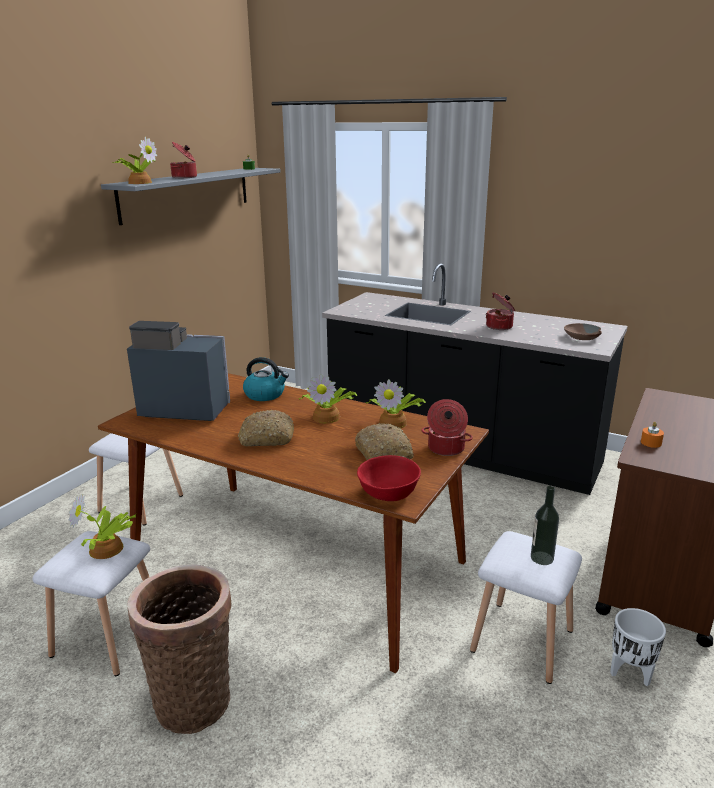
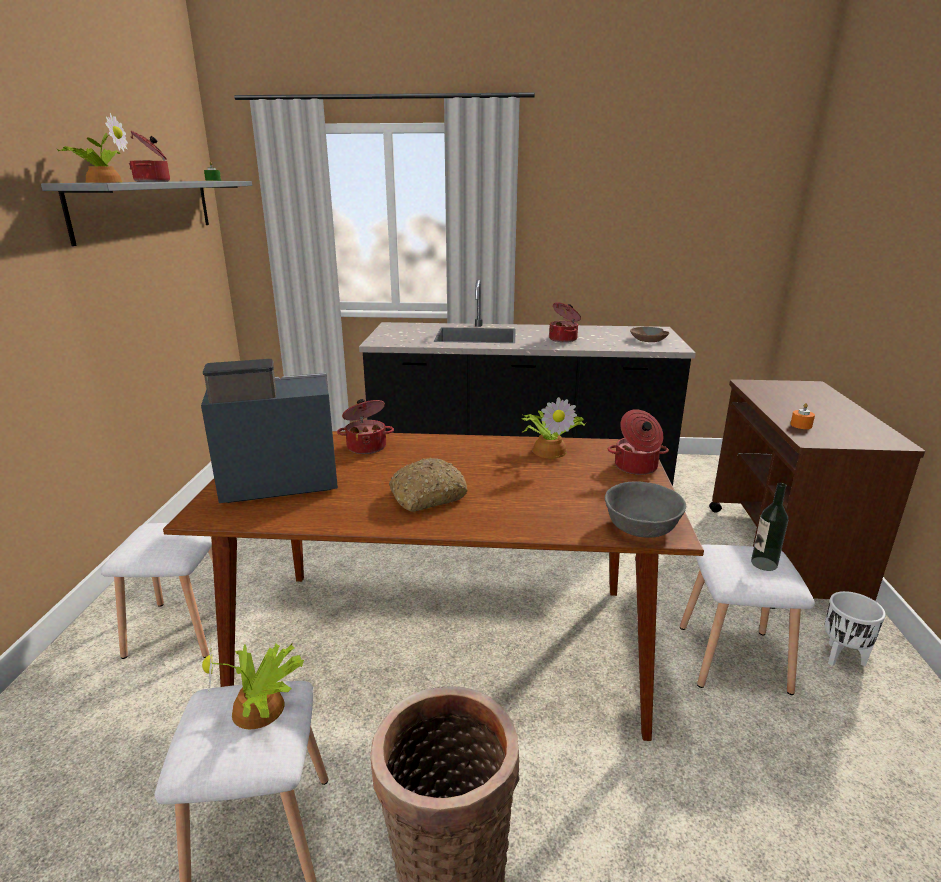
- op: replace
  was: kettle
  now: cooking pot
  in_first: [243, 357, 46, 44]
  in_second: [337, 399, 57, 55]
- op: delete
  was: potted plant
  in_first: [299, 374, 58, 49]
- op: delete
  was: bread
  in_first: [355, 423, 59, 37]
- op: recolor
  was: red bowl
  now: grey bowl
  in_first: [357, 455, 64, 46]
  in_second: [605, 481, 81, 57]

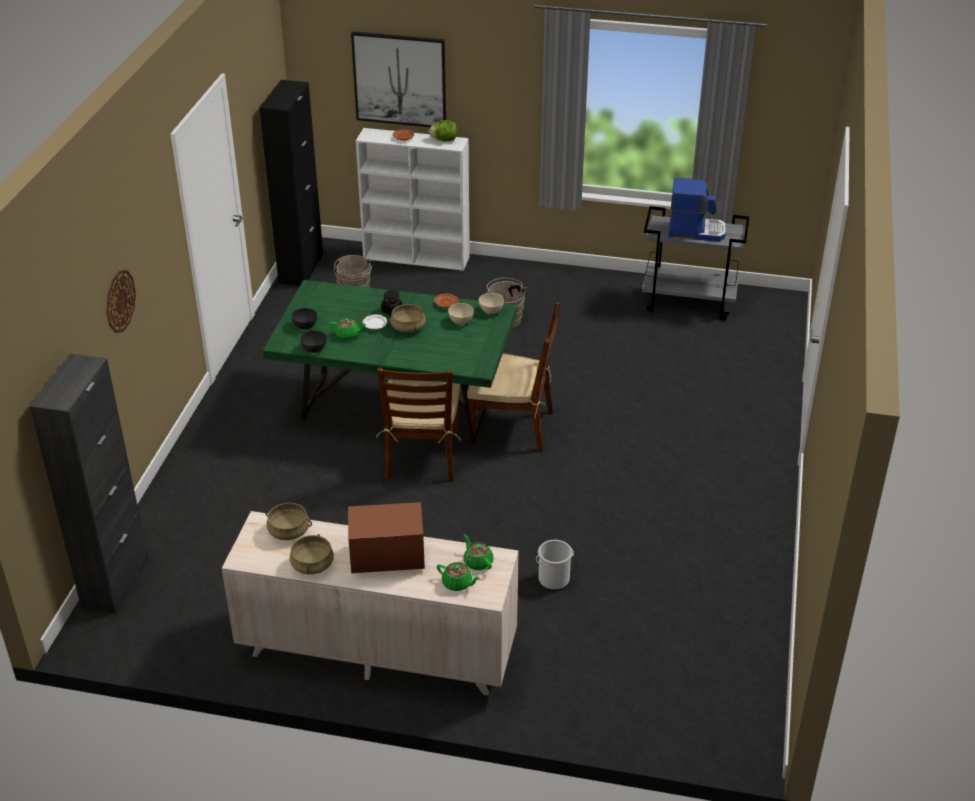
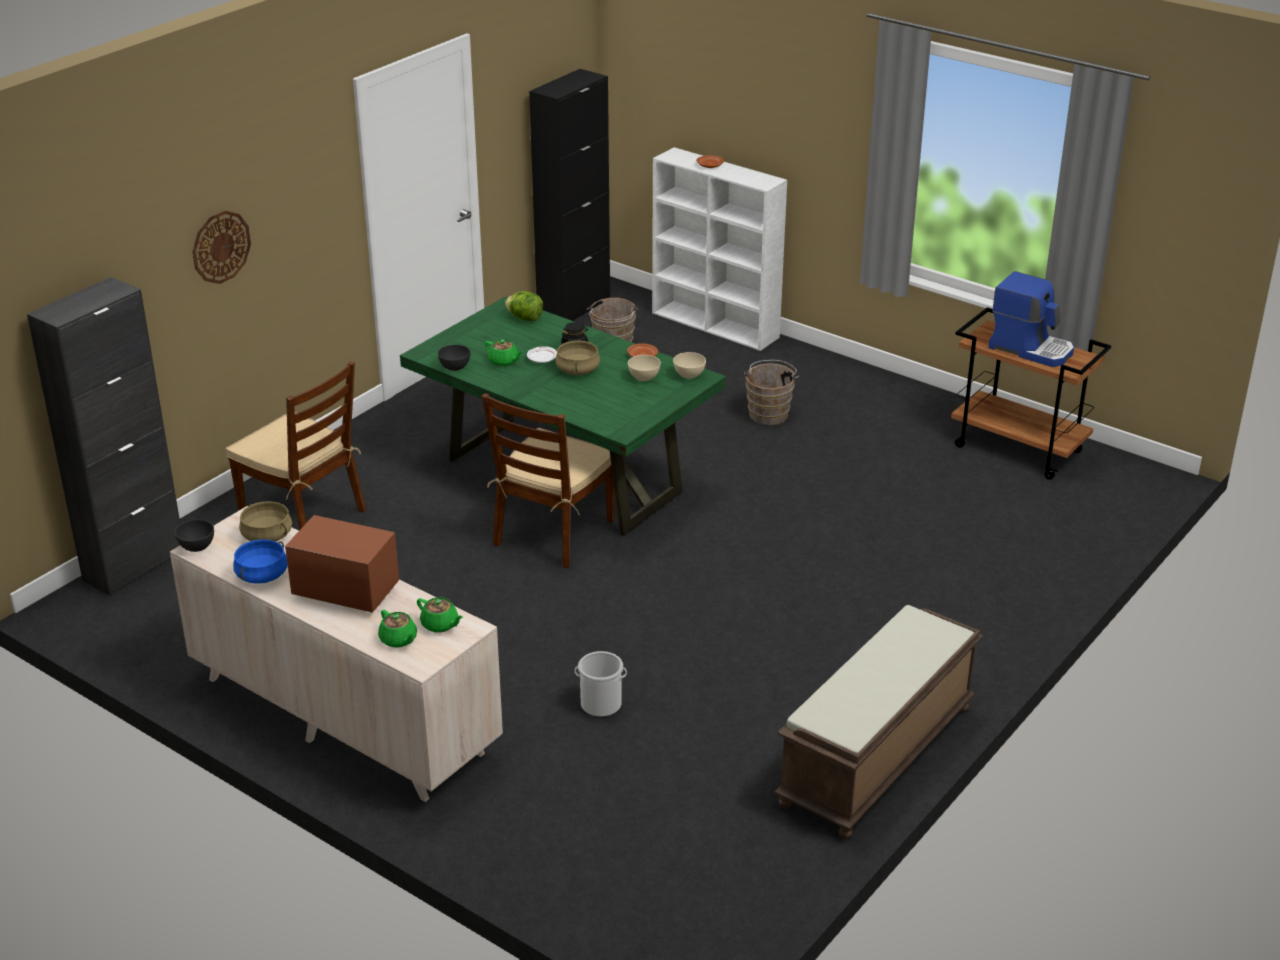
- op: delete
  was: picture
  in_first: [351, 31, 95, 96]
- op: move
  was: lettuce
  in_first: [429, 120, 28, 21]
  in_second: [505, 291, 38, 30]
- op: recolor
  was: grey cart
  now: brown cart
  in_first: [642, 206, 107, 114]
  in_second: [951, 307, 160, 173]
- op: move
  was: brown chair
  in_first: [467, 302, 93, 149]
  in_second: [226, 361, 140, 169]
- op: move
  was: grey bowl
  in_first: [291, 308, 26, 22]
  in_second: [175, 520, 39, 32]
- op: recolor
  was: beige cooking pot
  now: blue cooking pot
  in_first: [290, 534, 44, 41]
  in_second: [233, 539, 55, 45]
- op: rotate
  was: green teapot
  in_first: [464, 535, 29, 35]
  in_second: [417, 597, 46, 36]
  clockwise: 135
- op: insert
  now: brown bench
  in_second: [774, 605, 208, 234]

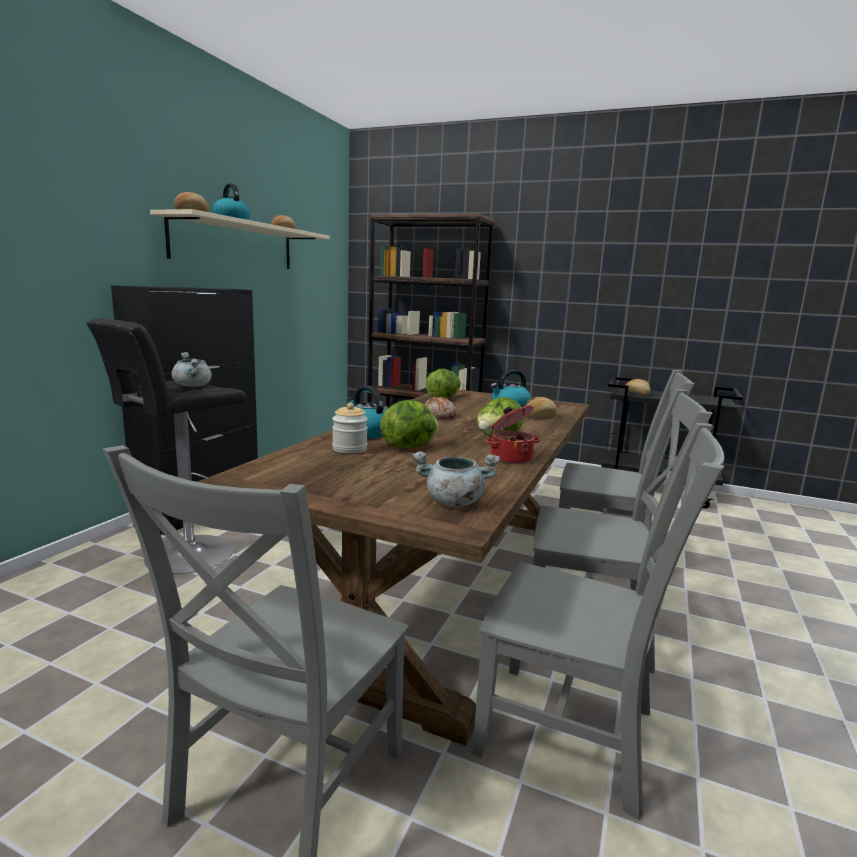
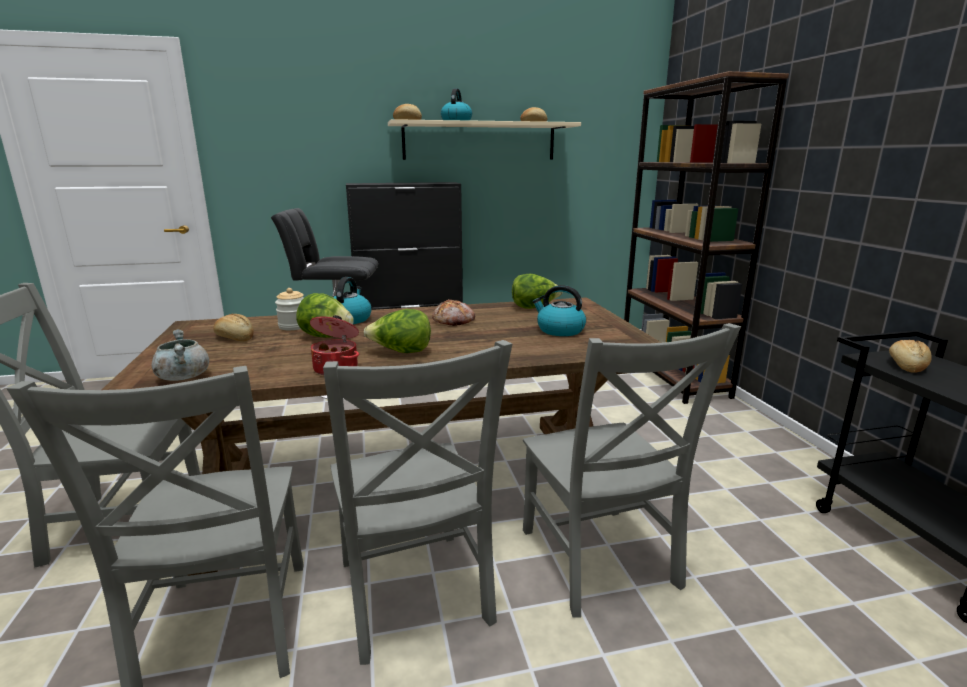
- op: delete
  was: grey cooking pot
  in_first: [172, 352, 40, 35]
- op: move
  was: bread
  in_first: [525, 397, 32, 20]
  in_second: [213, 314, 41, 28]

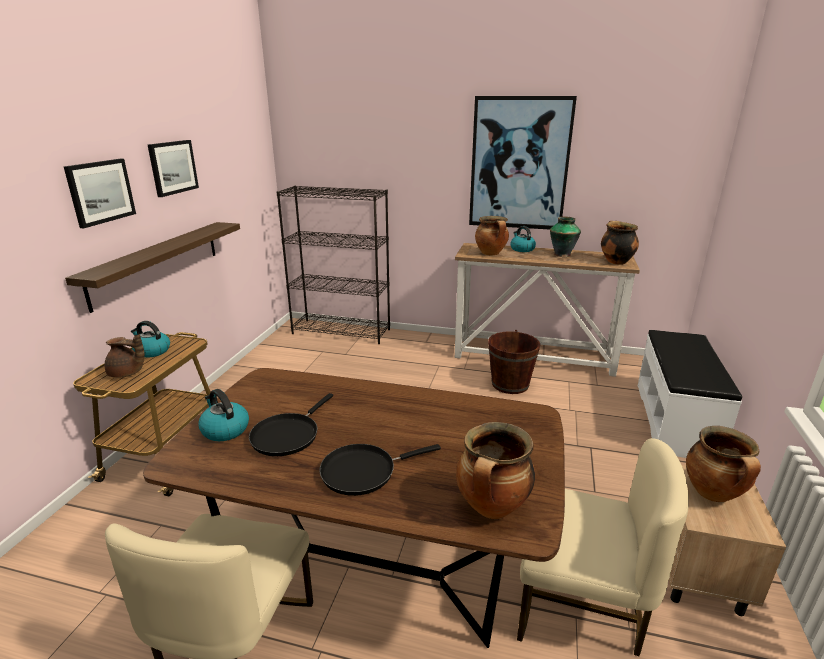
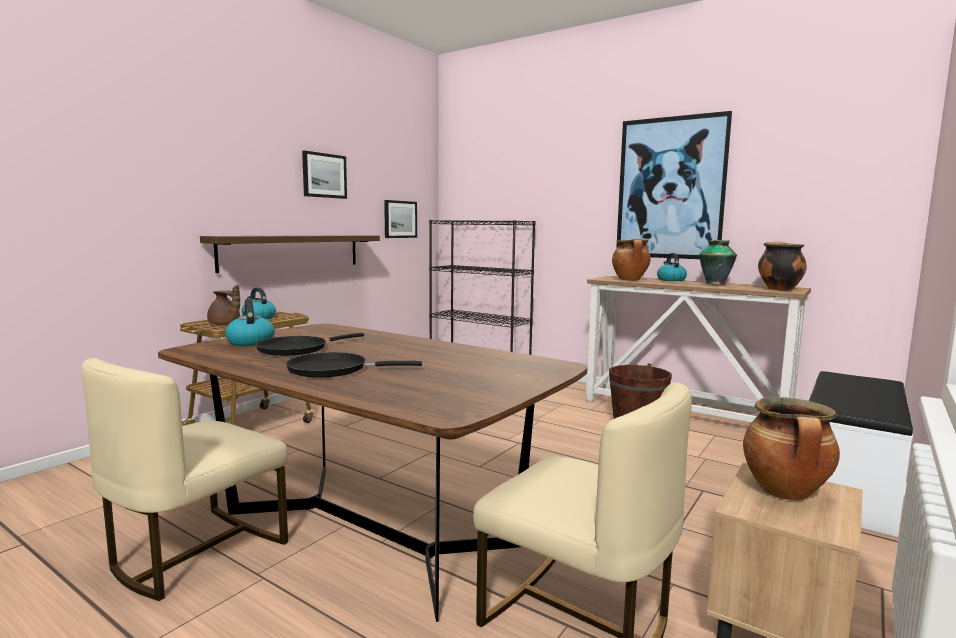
- op: move
  was: picture
  in_first: [64, 159, 72, 69]
  in_second: [384, 200, 33, 38]
- op: delete
  was: cooking pot
  in_first: [456, 422, 79, 97]

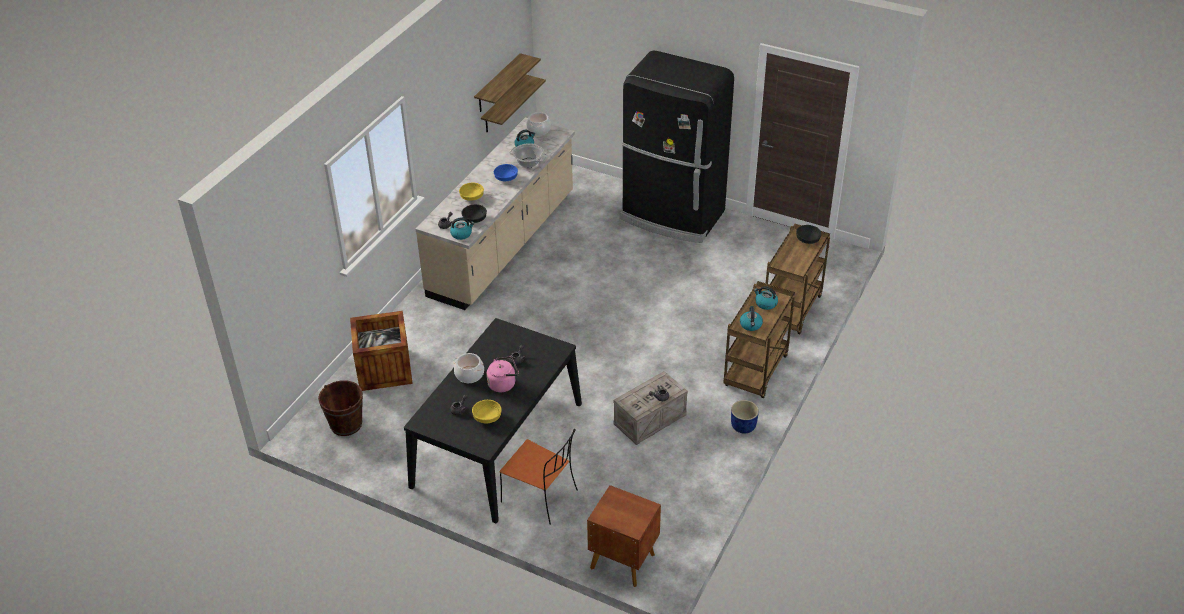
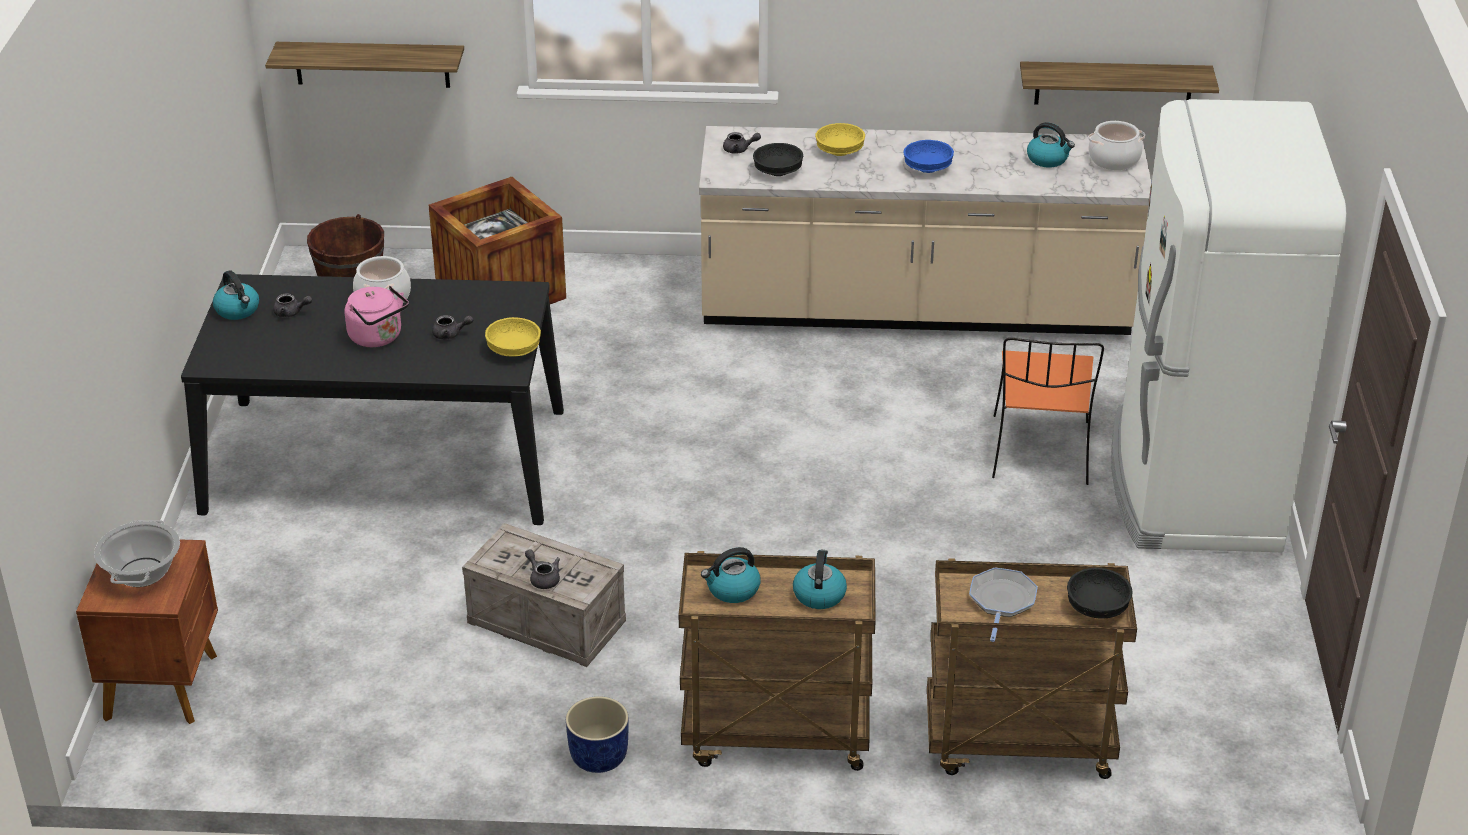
- op: recolor
  was: black fridge
  now: white fridge
  in_first: [620, 51, 114, 192]
  in_second: [1111, 99, 236, 453]
- op: move
  was: shelf
  in_first: [474, 53, 67, 59]
  in_second: [265, 42, 199, 46]
- op: move
  was: cooking pot
  in_first: [509, 143, 38, 25]
  in_second: [94, 520, 86, 67]
- op: move
  was: kettle
  in_first: [450, 218, 24, 22]
  in_second: [213, 270, 46, 50]
- op: move
  was: yellow bowl
  in_first: [472, 400, 30, 23]
  in_second: [485, 317, 56, 40]
- op: move
  was: orange chair
  in_first: [499, 429, 79, 96]
  in_second: [992, 338, 112, 147]
- op: insert
  now: frying pan
  in_second: [969, 568, 69, 74]

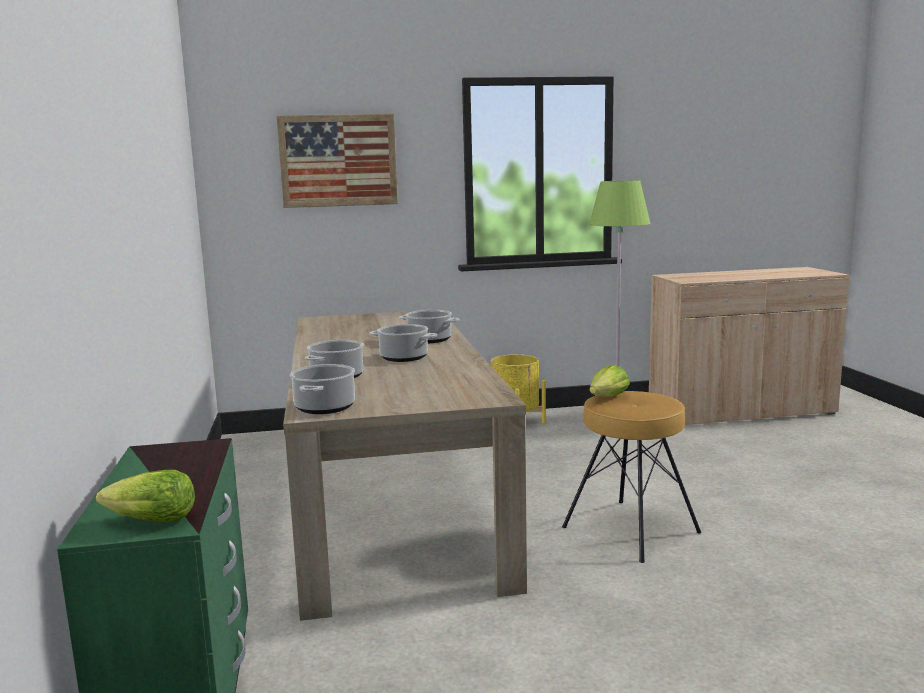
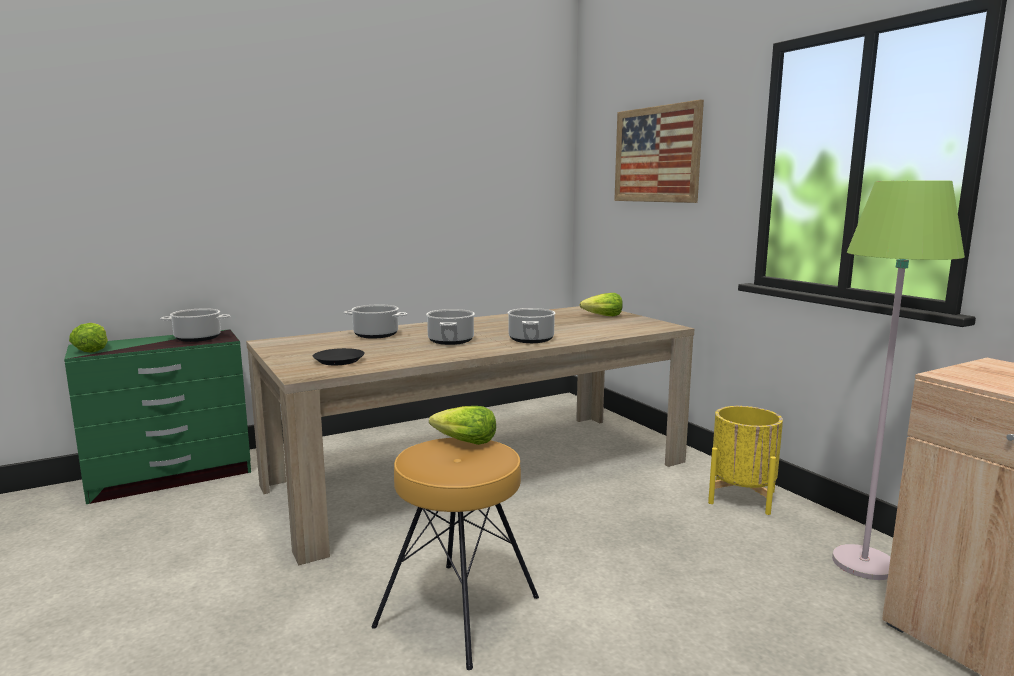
- op: move
  was: cooking pot
  in_first: [290, 364, 65, 50]
  in_second: [160, 308, 70, 34]
- op: insert
  now: lettuce
  in_second: [580, 293, 43, 23]
- op: insert
  now: black plate
  in_second: [313, 348, 52, 17]

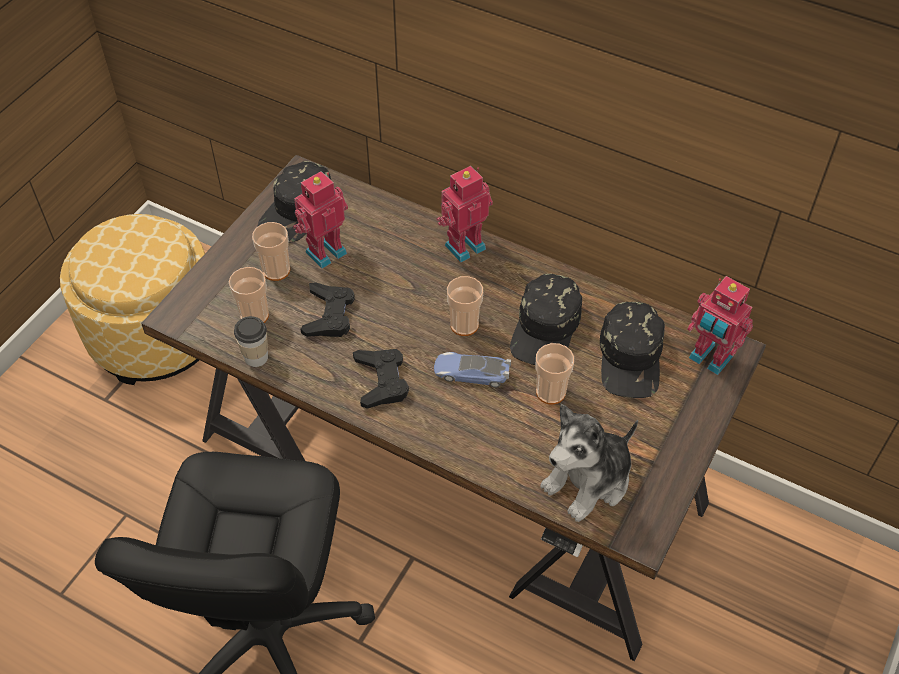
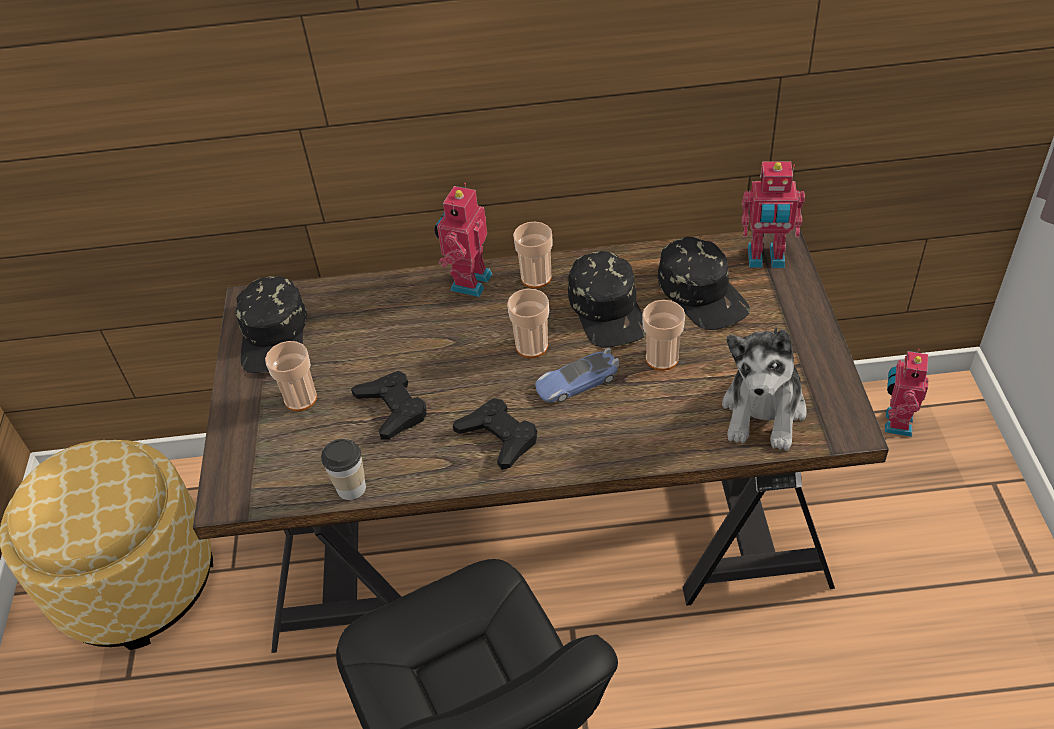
- op: move
  was: toy robot
  in_first: [293, 171, 55, 97]
  in_second: [884, 349, 45, 88]
- op: move
  was: cup
  in_first: [229, 267, 40, 56]
  in_second: [513, 221, 40, 67]

